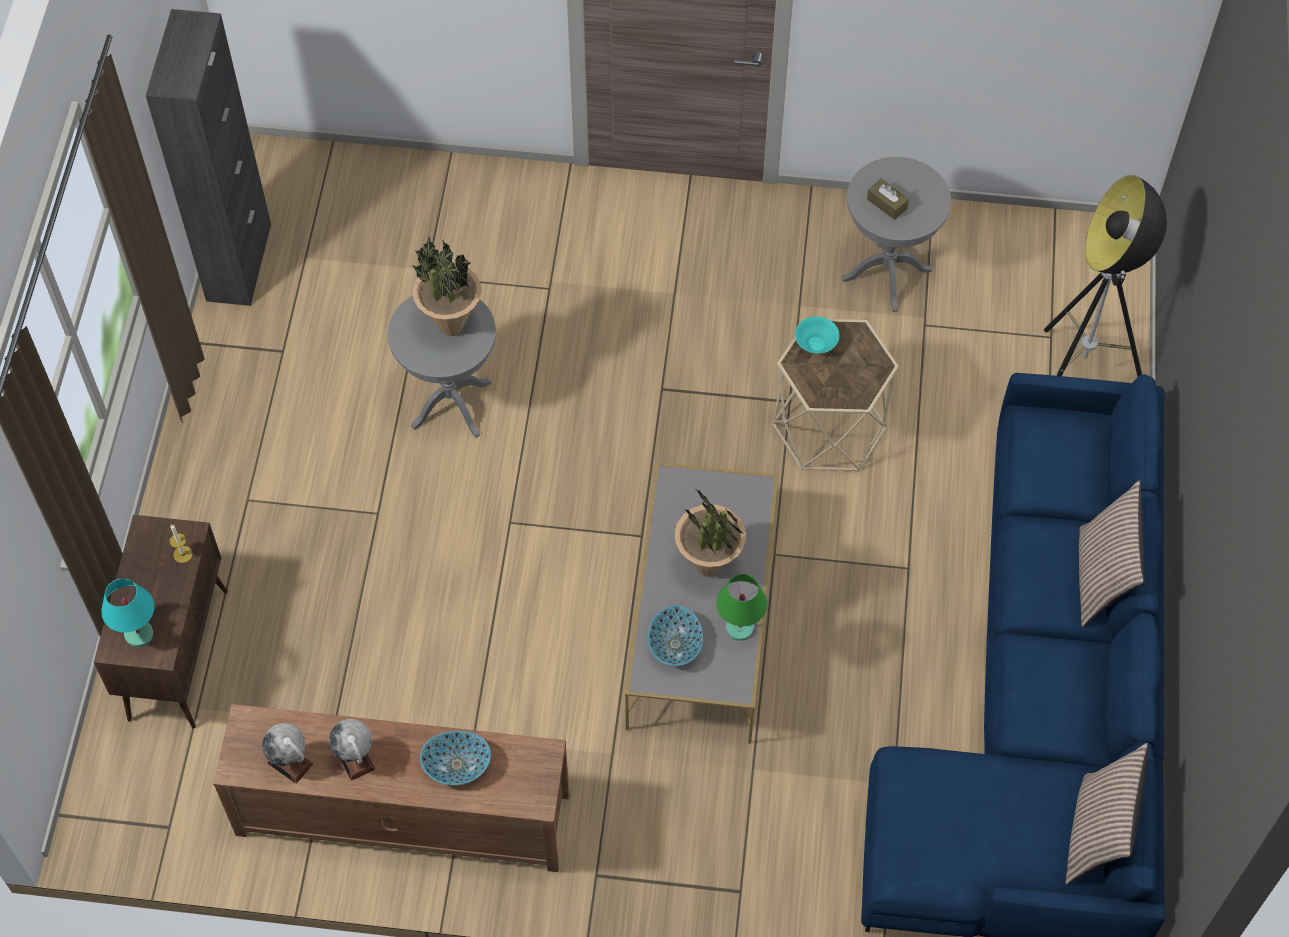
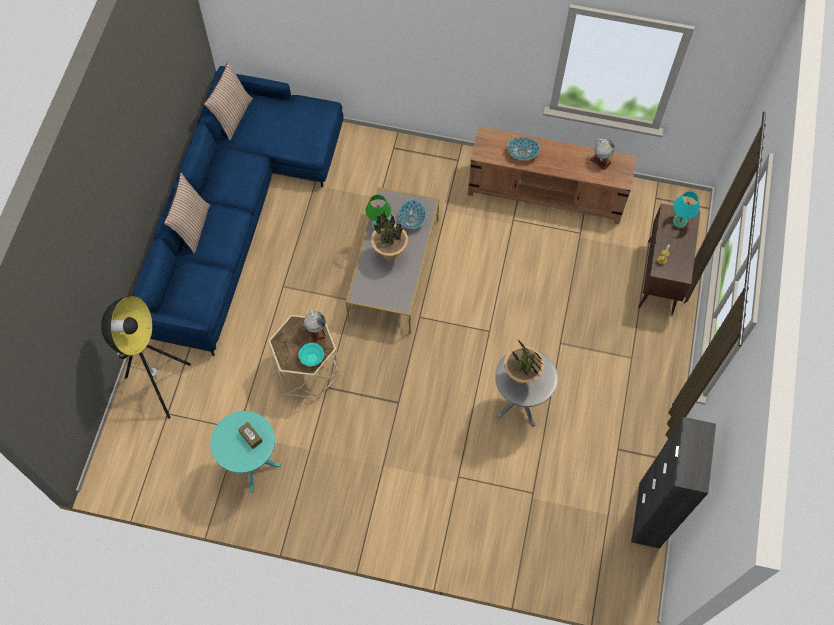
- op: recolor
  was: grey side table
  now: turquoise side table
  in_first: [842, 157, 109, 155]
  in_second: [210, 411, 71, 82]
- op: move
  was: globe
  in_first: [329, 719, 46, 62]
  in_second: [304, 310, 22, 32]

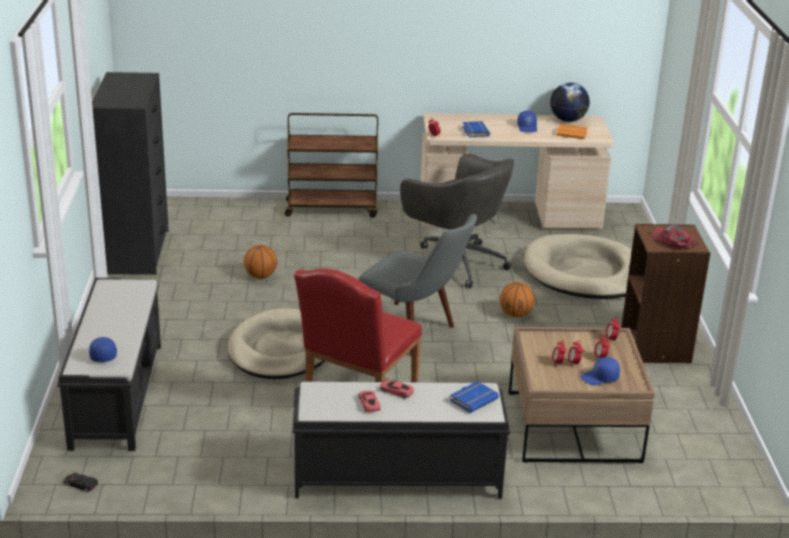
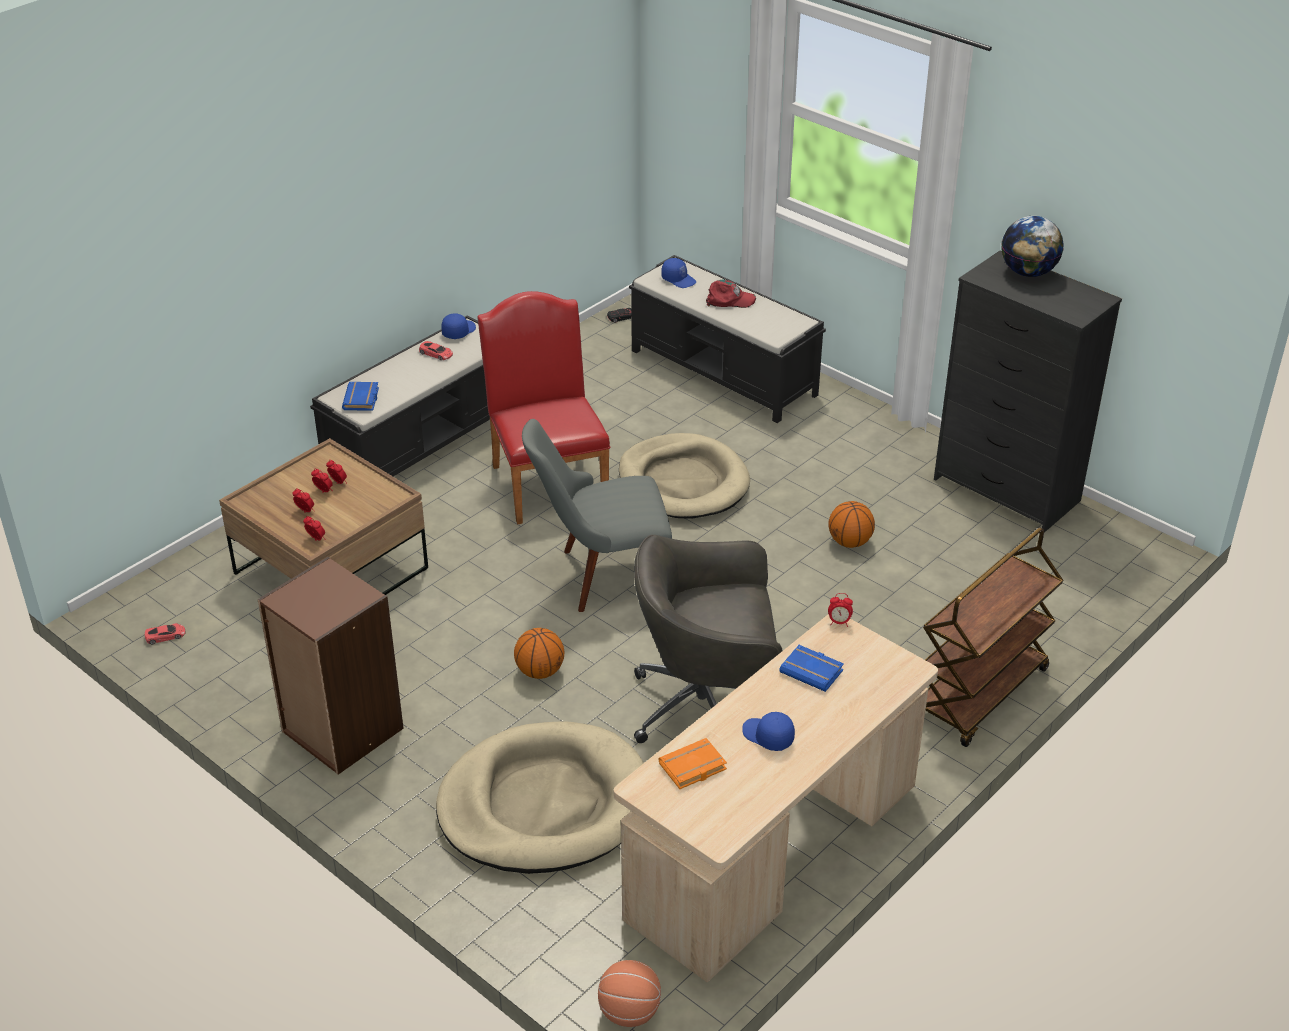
- op: move
  was: globe
  in_first: [550, 83, 40, 39]
  in_second: [1002, 216, 62, 61]
- op: move
  was: red cap
  in_first: [651, 225, 47, 24]
  in_second: [706, 280, 50, 28]
- op: move
  was: blue cap
  in_first: [580, 357, 40, 28]
  in_second: [441, 313, 35, 26]
- op: move
  was: red toy car
  in_first: [379, 380, 35, 19]
  in_second: [145, 623, 41, 22]
- op: insert
  now: basketball
  in_second: [598, 960, 63, 67]

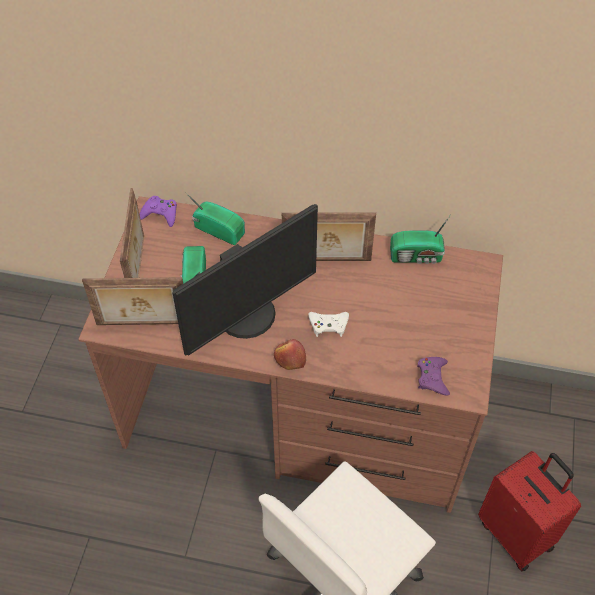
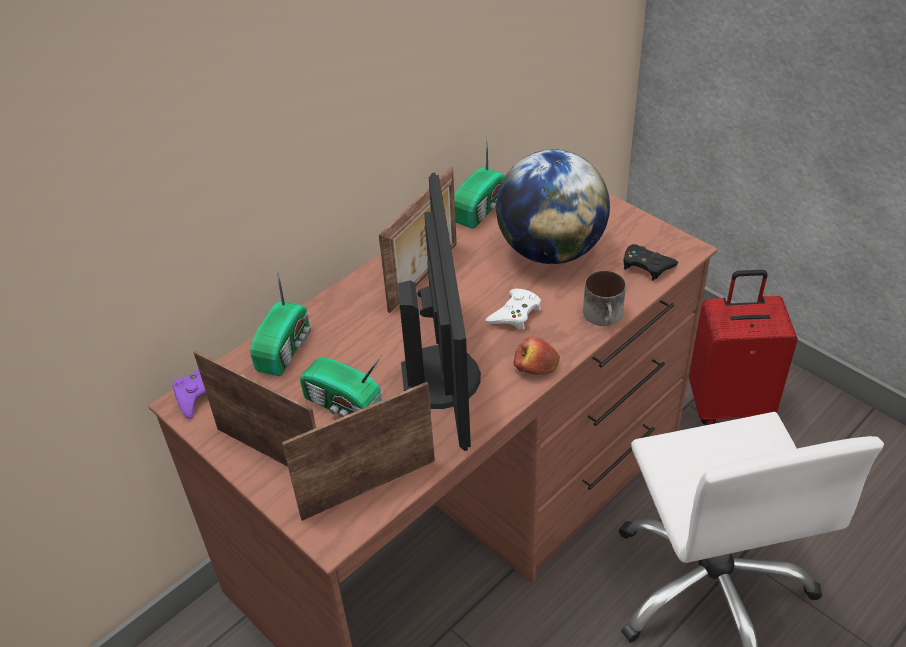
- op: rotate
  was: radio
  in_first: [186, 193, 59, 52]
  in_second: [250, 265, 61, 111]
  clockwise: 135
- op: rotate
  was: picture frame
  in_first: [82, 277, 101, 48]
  in_second: [282, 382, 153, 139]
  clockwise: -150
- op: recolor
  was: purple game controller
  now: black game controller
  in_first: [417, 357, 33, 39]
  in_second: [623, 244, 55, 37]
- op: insert
  now: globe
  in_second: [496, 149, 114, 115]
- op: insert
  now: mug
  in_second: [583, 270, 43, 56]

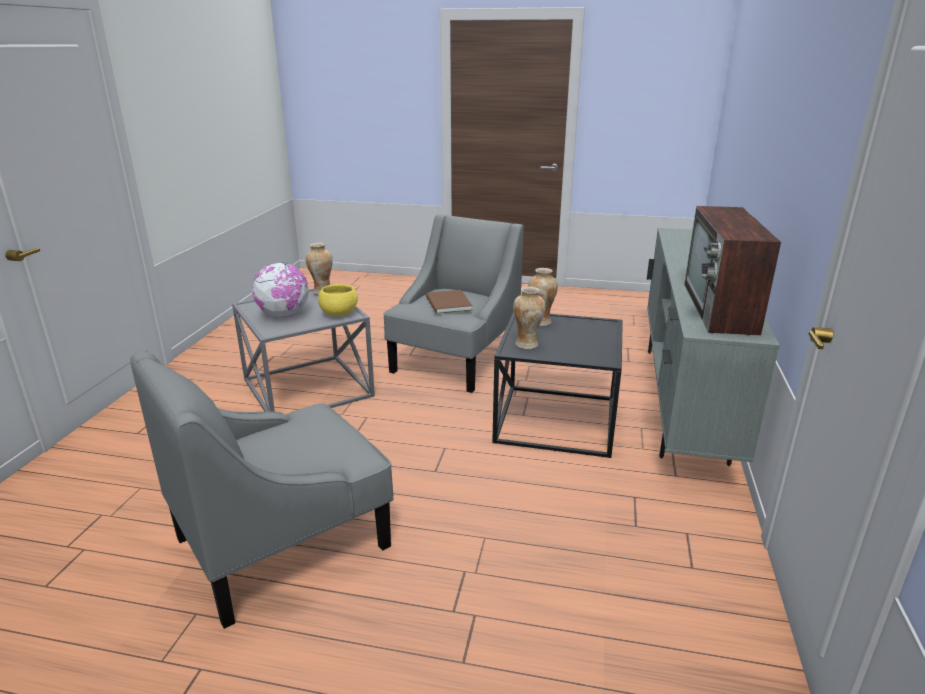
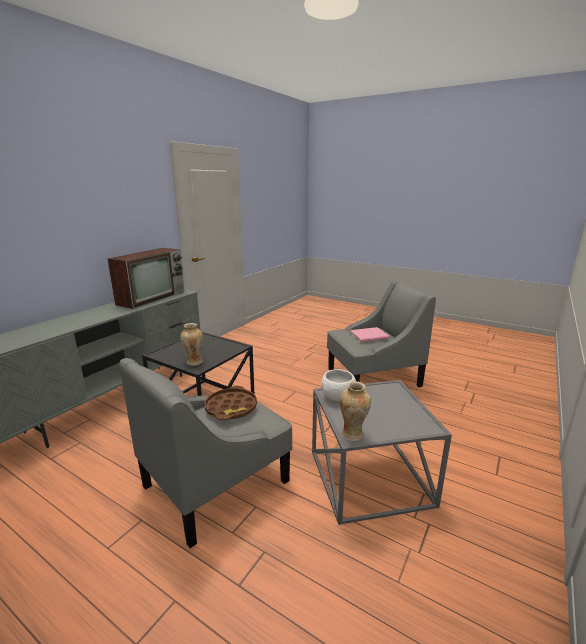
- op: delete
  was: globe
  in_first: [252, 262, 57, 55]
- op: recolor
  was: yellow bowl
  now: white bowl
  in_first: [318, 284, 40, 32]
  in_second: [321, 369, 35, 32]
- op: delete
  was: vase
  in_first: [513, 286, 33, 63]
- op: replace
  was: brown book
  now: brown tray
  in_first: [426, 290, 46, 24]
  in_second: [205, 386, 52, 34]
- op: insert
  now: pink book
  in_second: [350, 327, 39, 15]

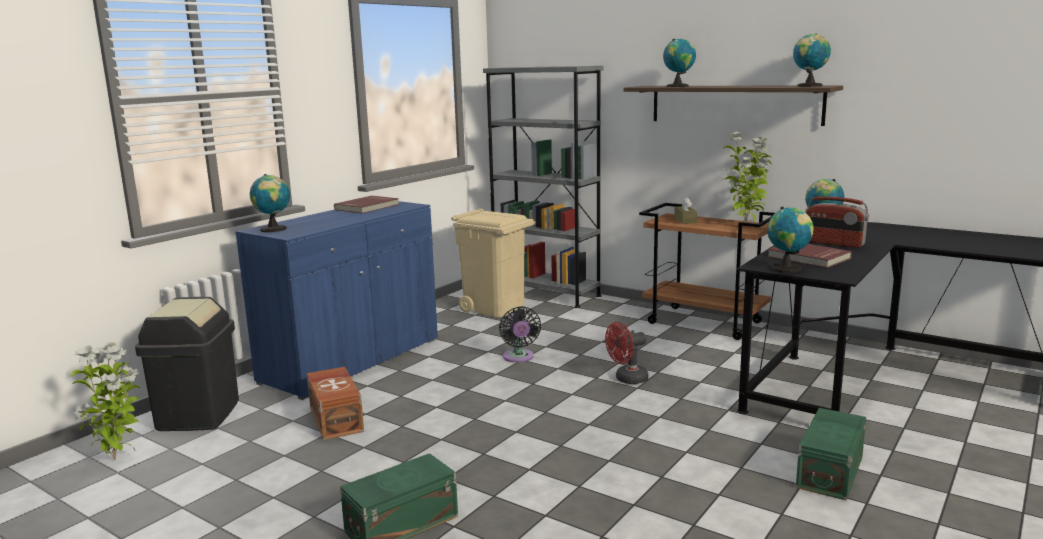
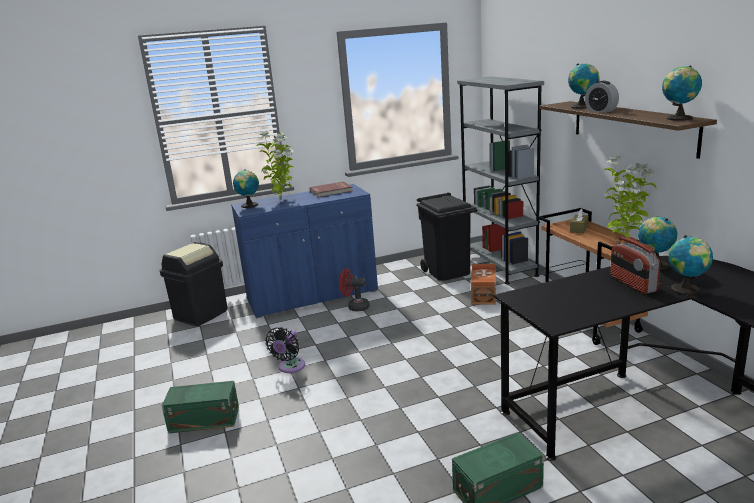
- op: move
  was: globe
  in_first: [767, 207, 47, 66]
  in_second: [668, 235, 45, 60]
- op: recolor
  was: beige trash can
  now: black trash can
  in_first: [451, 208, 84, 109]
  in_second: [416, 192, 61, 89]
- op: delete
  was: red book
  in_first: [768, 244, 84, 24]
- op: move
  was: black fan
  in_first: [499, 306, 42, 57]
  in_second: [265, 327, 40, 46]
- op: move
  was: red fan
  in_first: [605, 322, 44, 62]
  in_second: [339, 268, 31, 43]
- op: move
  was: potted plant
  in_first: [70, 342, 70, 118]
  in_second: [257, 131, 37, 70]
- op: move
  was: brown storage box
  in_first: [307, 367, 57, 73]
  in_second: [471, 264, 25, 41]
- op: insert
  now: alarm clock
  in_second: [585, 81, 34, 32]

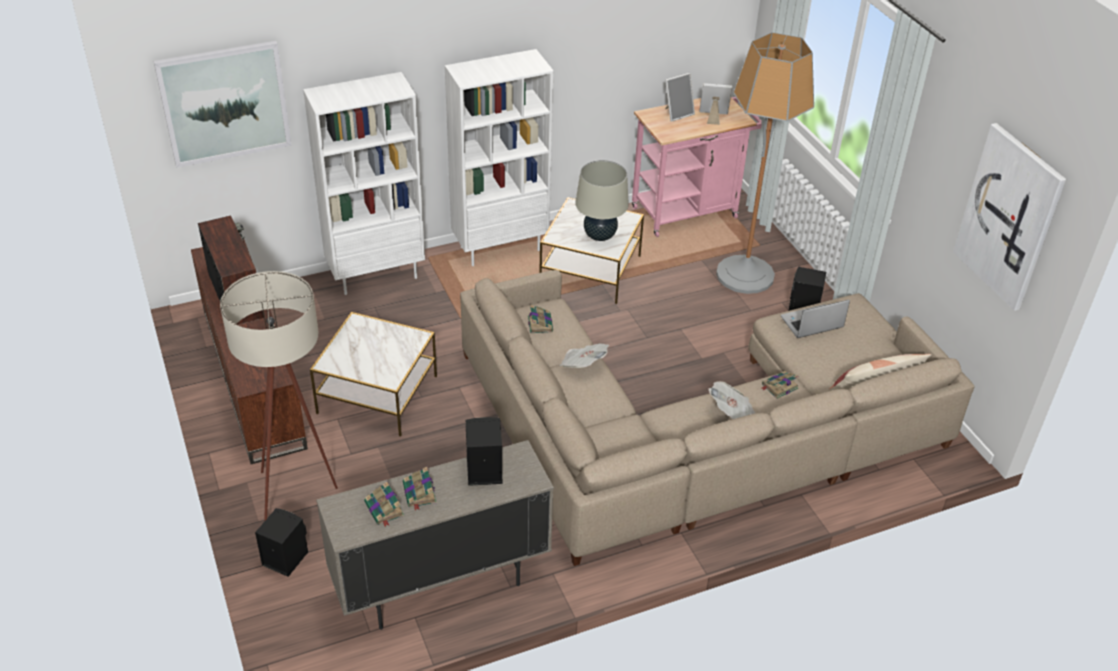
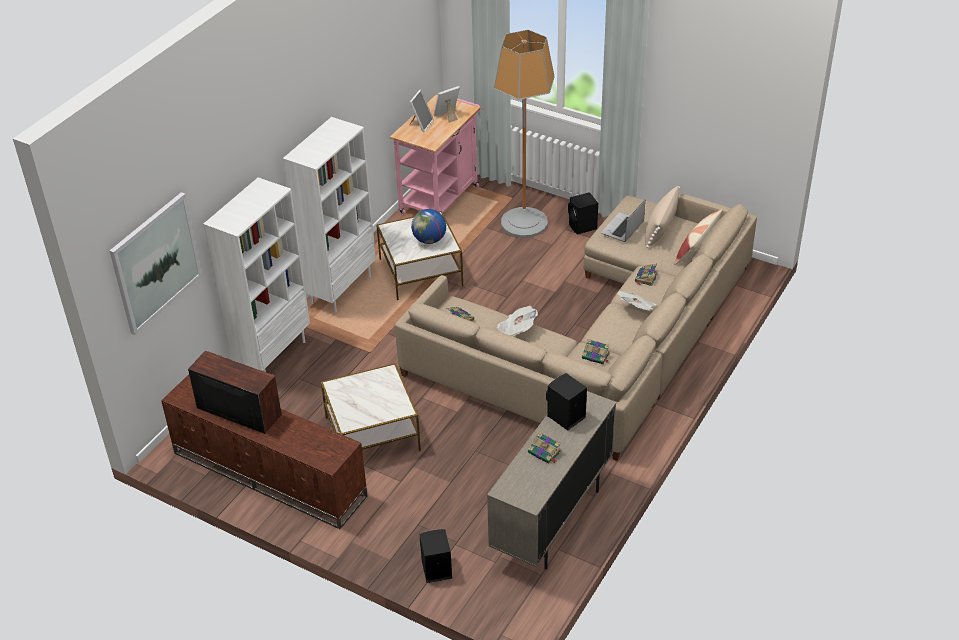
- op: delete
  was: picture
  in_first: [953, 123, 113, 188]
- op: replace
  was: beige table lamp
  now: globe
  in_first: [575, 160, 54, 81]
  in_second: [411, 209, 35, 35]
- op: delete
  was: beige floor lamp
  in_first: [220, 271, 118, 251]
- op: move
  was: book
  in_first: [364, 482, 40, 45]
  in_second: [582, 339, 28, 25]
- op: insert
  now: beige pillow
  in_second: [645, 186, 35, 62]

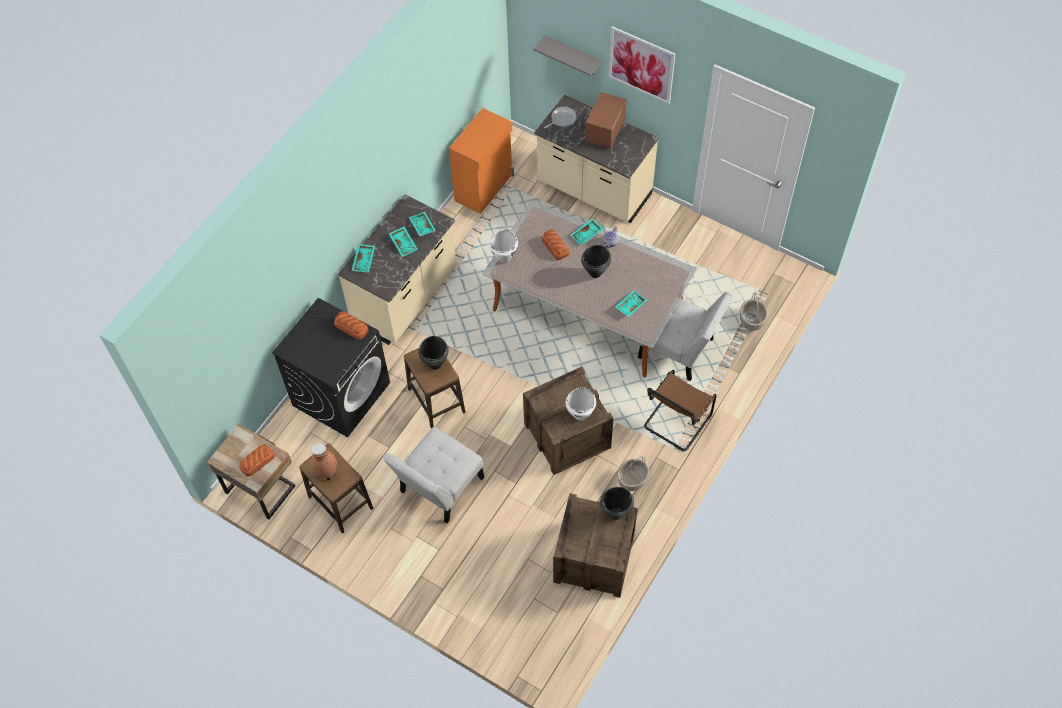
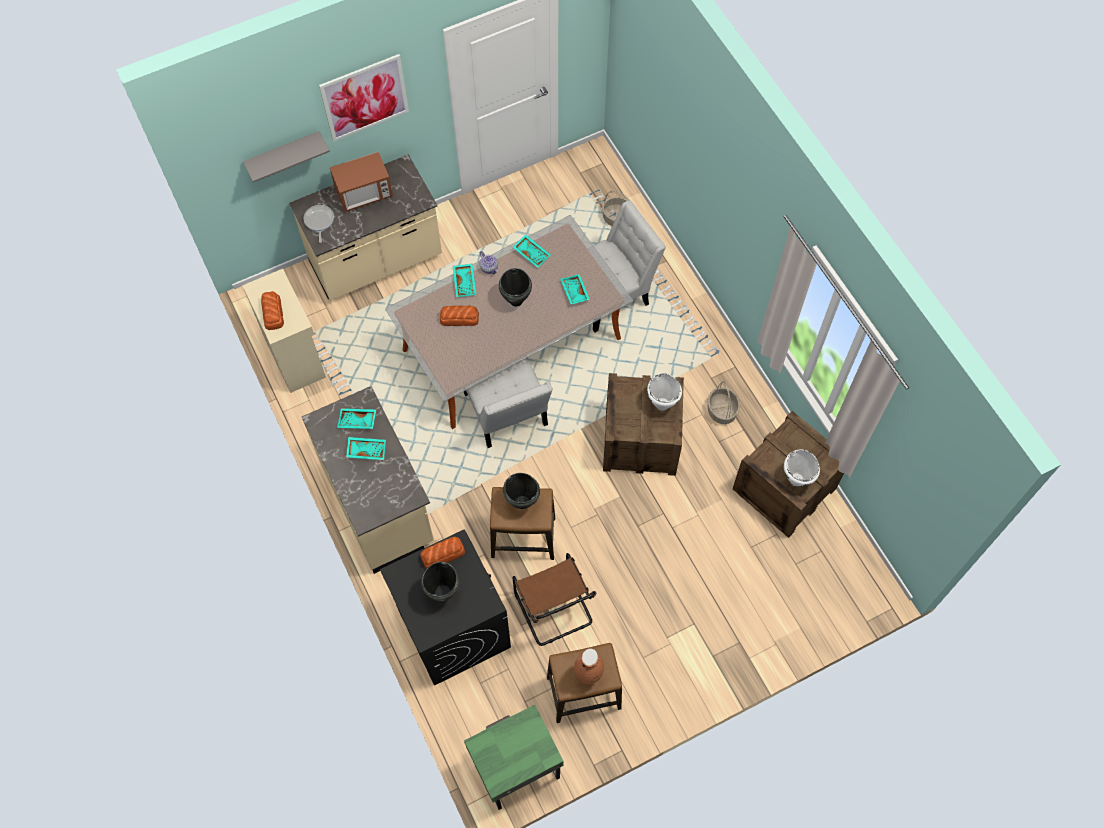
- op: rotate
  was: microwave
  in_first: [585, 92, 42, 57]
  in_second: [330, 152, 63, 60]
  clockwise: -75
- op: recolor
  was: orange cabinet
  now: beige cabinet
  in_first: [449, 108, 65, 106]
  in_second: [242, 269, 84, 124]
- op: move
  was: white cooking pot
  in_first: [489, 230, 29, 33]
  in_second: [784, 449, 36, 37]
- op: move
  was: turquoise tray
  in_first: [351, 244, 24, 29]
  in_second: [513, 234, 38, 34]
- op: move
  was: brown chair
  in_first: [644, 370, 73, 81]
  in_second: [512, 553, 84, 93]
- op: recolor
  was: beige nightstand
  now: green nightstand
  in_first: [207, 424, 88, 96]
  in_second: [464, 705, 100, 105]
- op: move
  was: white chair
  in_first: [383, 427, 101, 96]
  in_second: [464, 358, 89, 90]
- op: move
  was: bread
  in_first: [239, 444, 36, 32]
  in_second: [261, 291, 23, 39]
- op: move
  was: black cooking pot
  in_first: [601, 487, 33, 33]
  in_second: [421, 562, 39, 39]

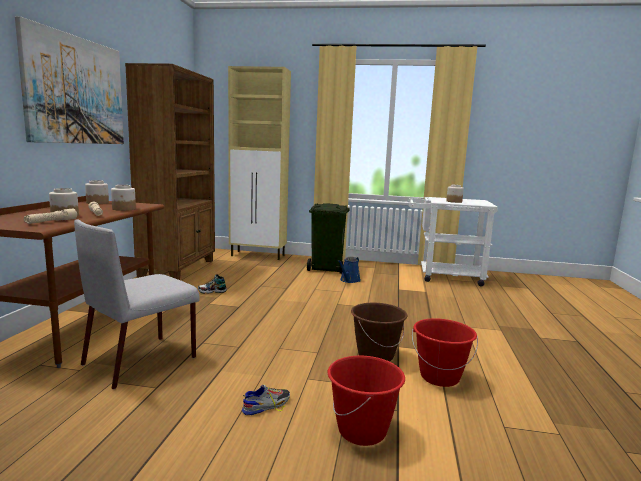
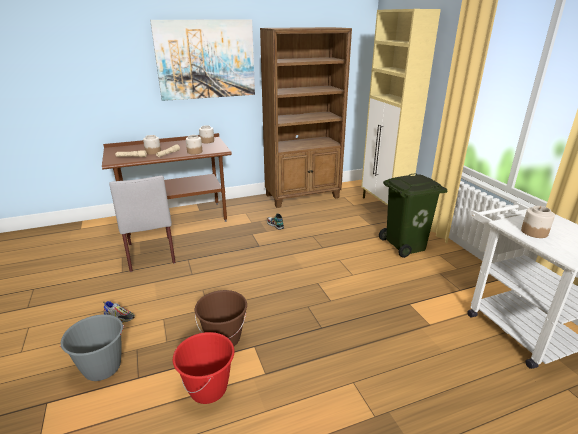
- op: rotate
  was: grey chair
  in_first: [74, 219, 126, 171]
  in_second: [109, 176, 67, 96]
  clockwise: -120
- op: delete
  was: blue watering can
  in_first: [338, 257, 23, 26]
- op: recolor
  was: red bucket
  now: grey bucket
  in_first: [328, 355, 77, 91]
  in_second: [60, 314, 64, 67]

